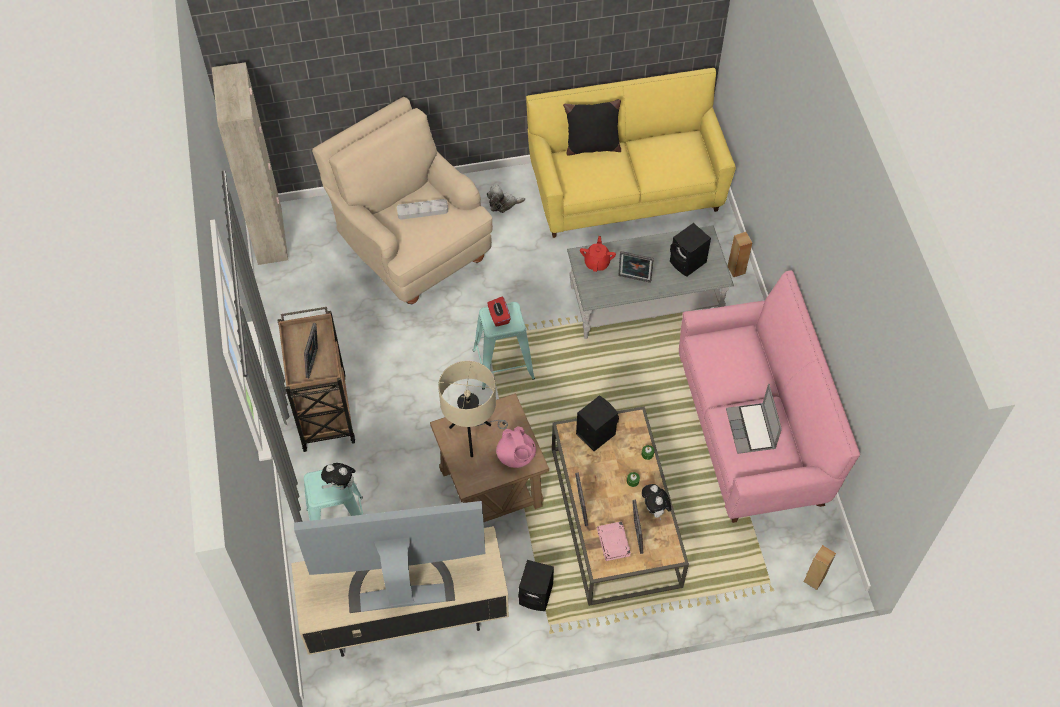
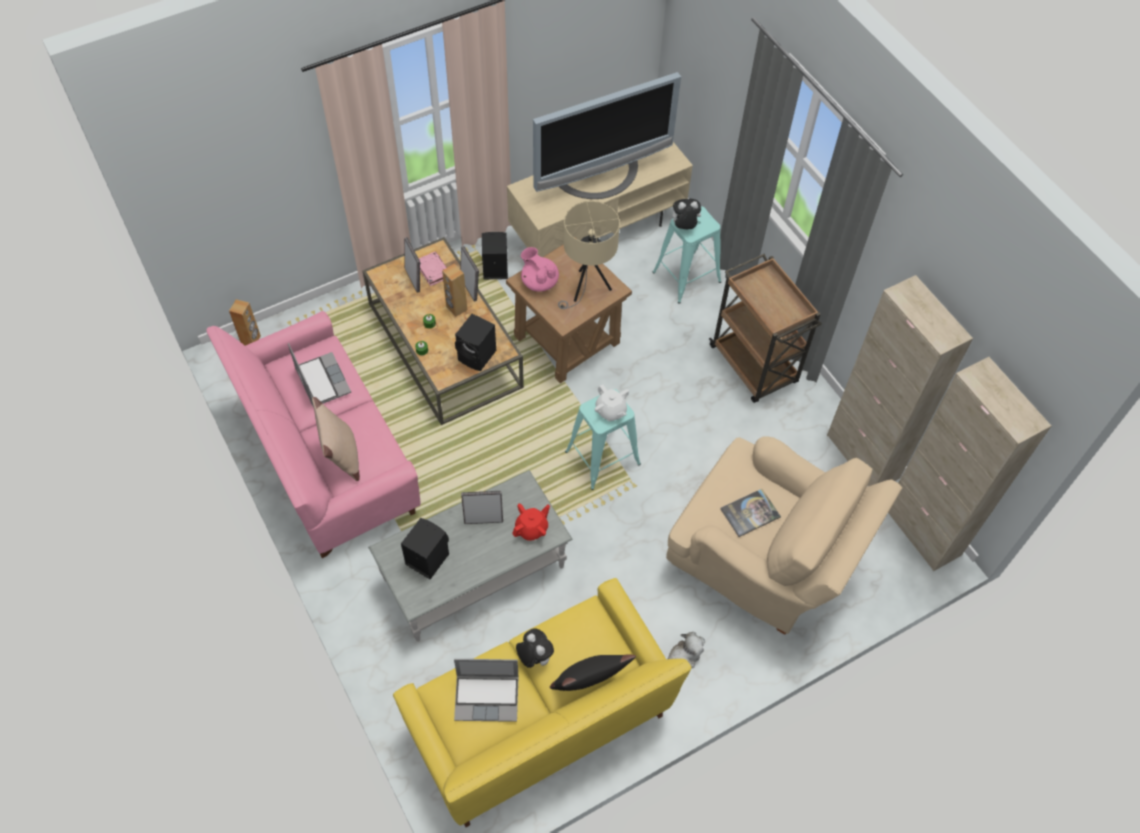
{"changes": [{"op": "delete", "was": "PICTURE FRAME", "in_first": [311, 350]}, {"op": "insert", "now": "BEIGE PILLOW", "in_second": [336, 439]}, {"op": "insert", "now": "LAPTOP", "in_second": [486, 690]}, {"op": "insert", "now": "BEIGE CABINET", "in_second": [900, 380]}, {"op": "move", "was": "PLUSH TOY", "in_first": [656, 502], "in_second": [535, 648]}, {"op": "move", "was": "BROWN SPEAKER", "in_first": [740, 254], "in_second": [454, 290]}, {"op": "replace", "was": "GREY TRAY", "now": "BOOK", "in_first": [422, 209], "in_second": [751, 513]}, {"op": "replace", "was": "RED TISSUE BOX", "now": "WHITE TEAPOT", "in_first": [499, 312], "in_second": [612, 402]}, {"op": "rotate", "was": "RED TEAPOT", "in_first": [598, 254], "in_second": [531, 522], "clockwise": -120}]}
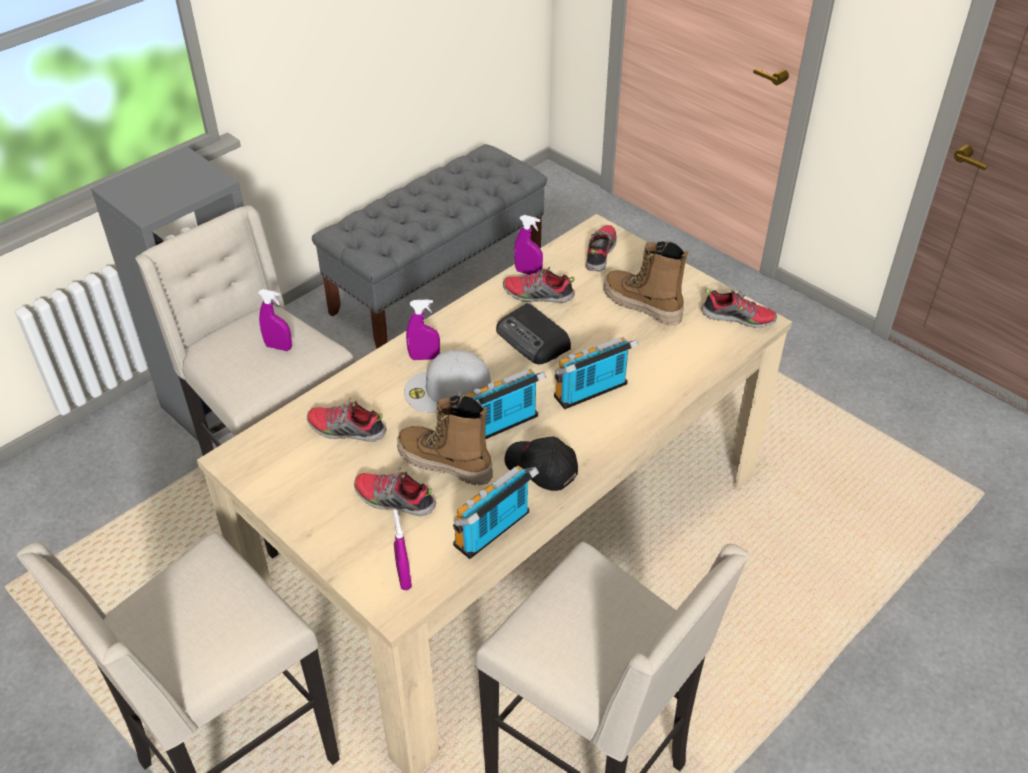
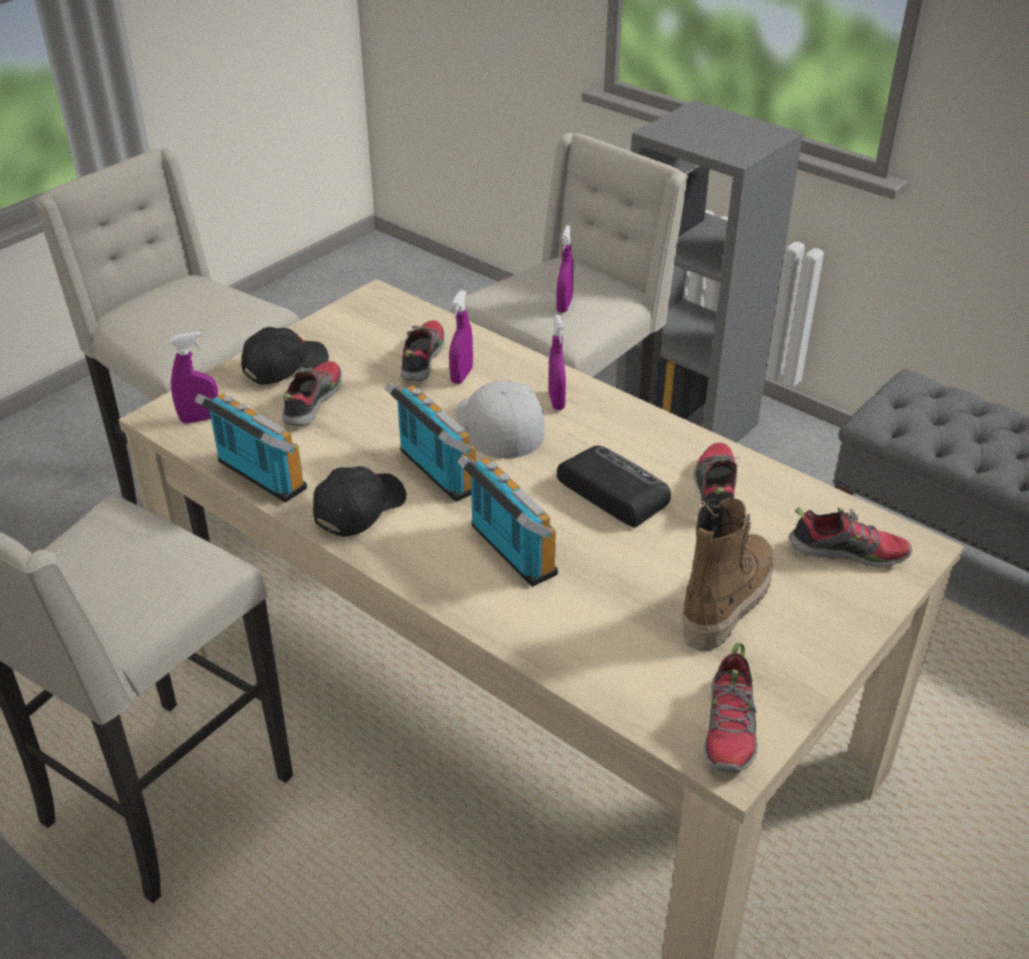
{"changes": [{"op": "delete", "was": "BOOT", "in_first": [445, 440]}, {"op": "insert", "now": "BLACK CAP", "in_second": [285, 356]}, {"op": "move", "was": "PURPLE SPRAY BOTTLE", "in_first": [528, 245], "in_second": [461, 337]}, {"op": "rotate", "was": "RADIO", "in_first": [533, 333], "in_second": [614, 487], "clockwise": 90}]}
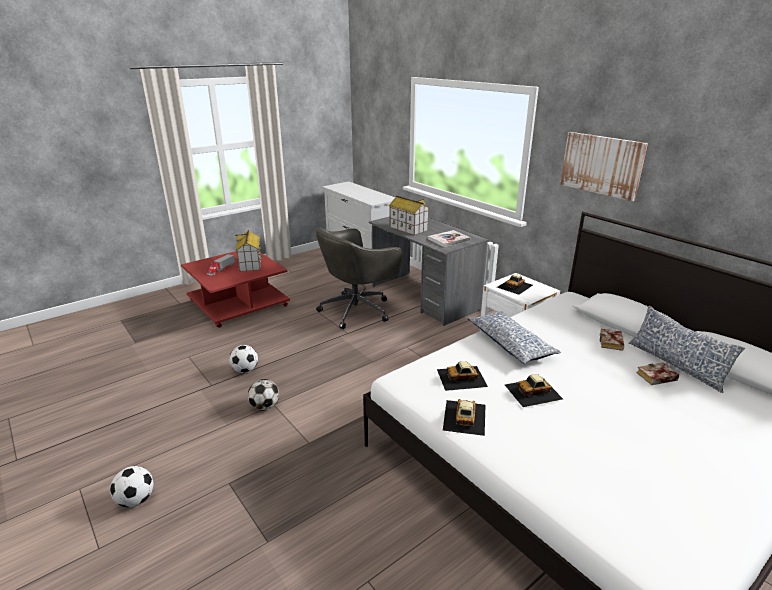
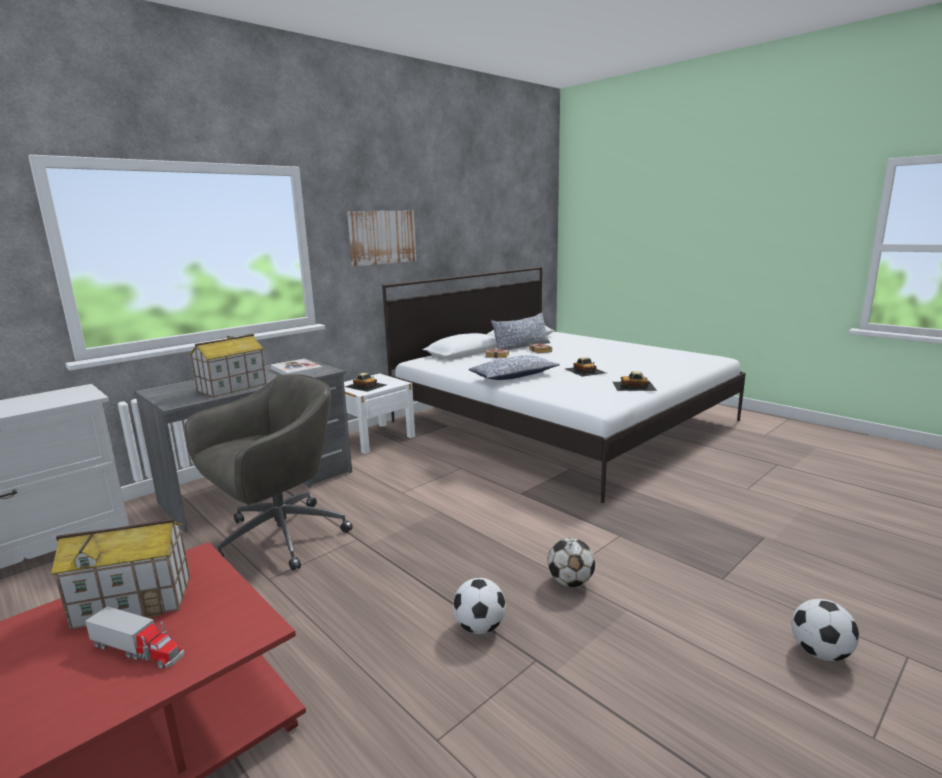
{"changes": [{"op": "delete", "was": "TOY CAR", "in_first": [462, 376]}, {"op": "rotate", "was": "GREY OFFICE CHAIR", "in_first": [359, 278], "in_second": [269, 472], "clockwise": -90}]}
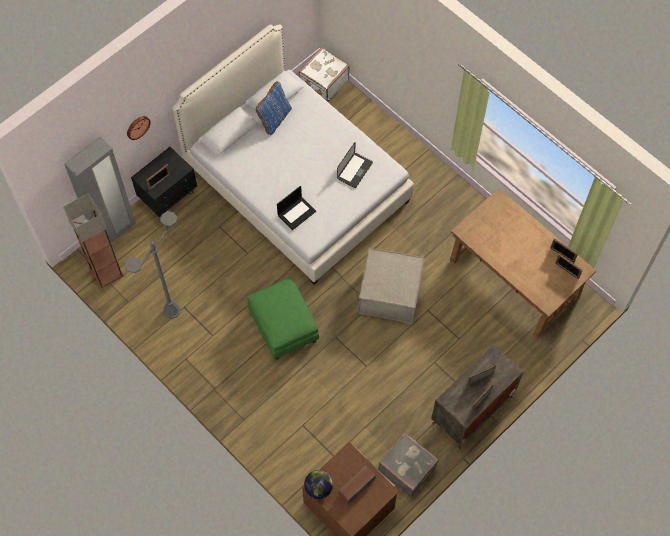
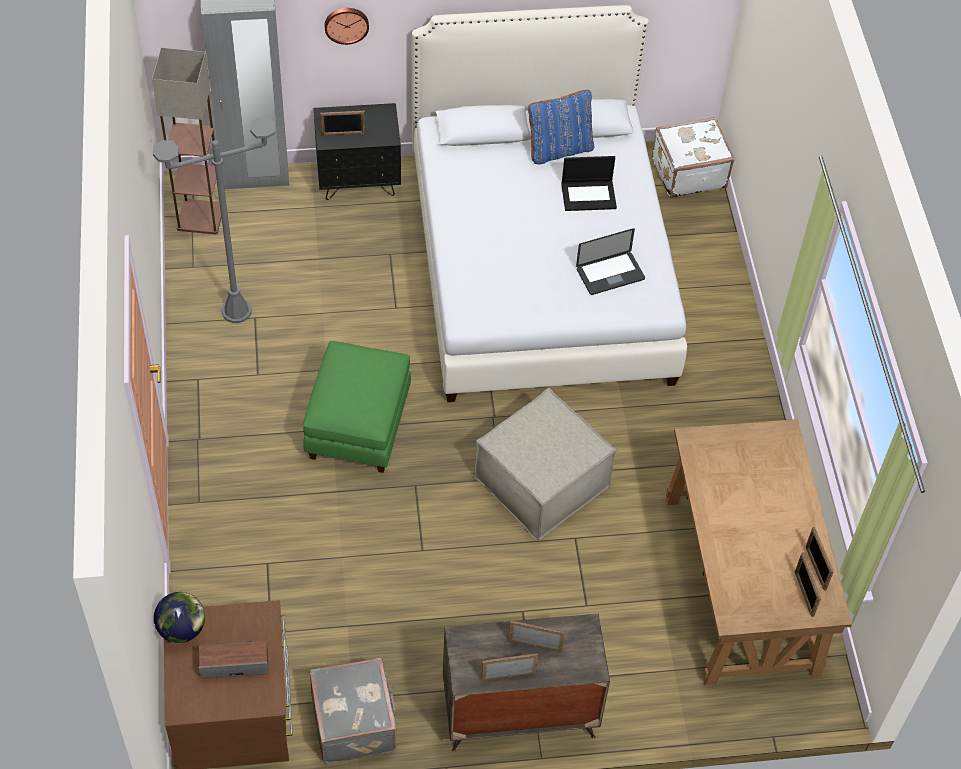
{"changes": [{"op": "move", "was": "LAPTOP", "in_first": [296, 208], "in_second": [589, 183]}]}
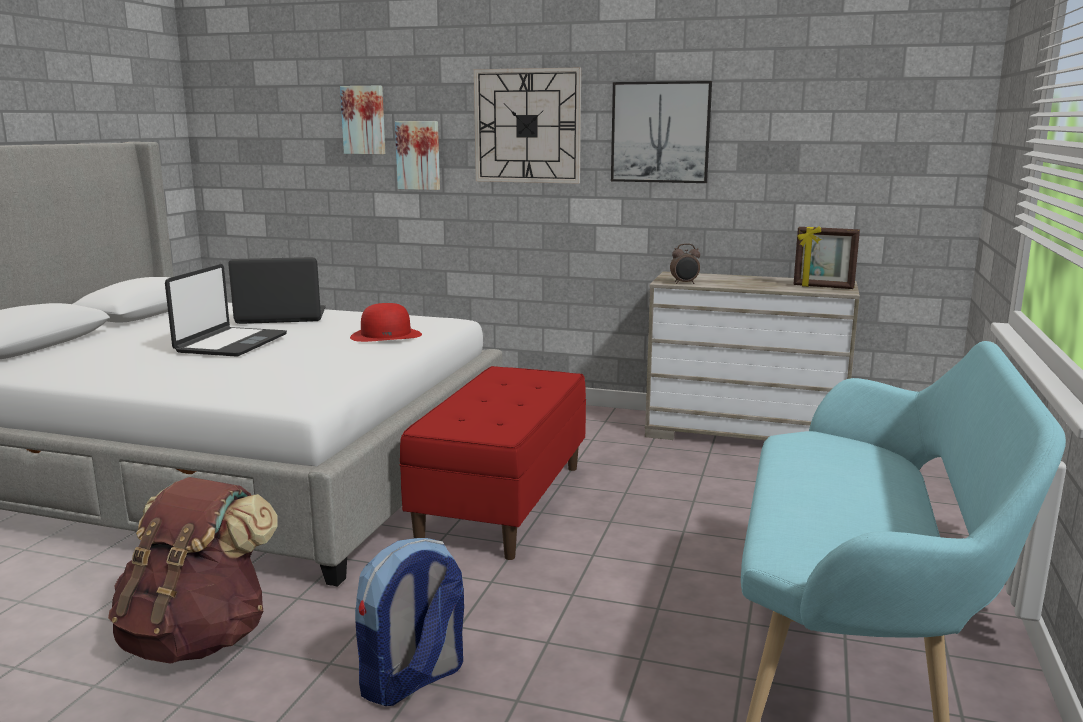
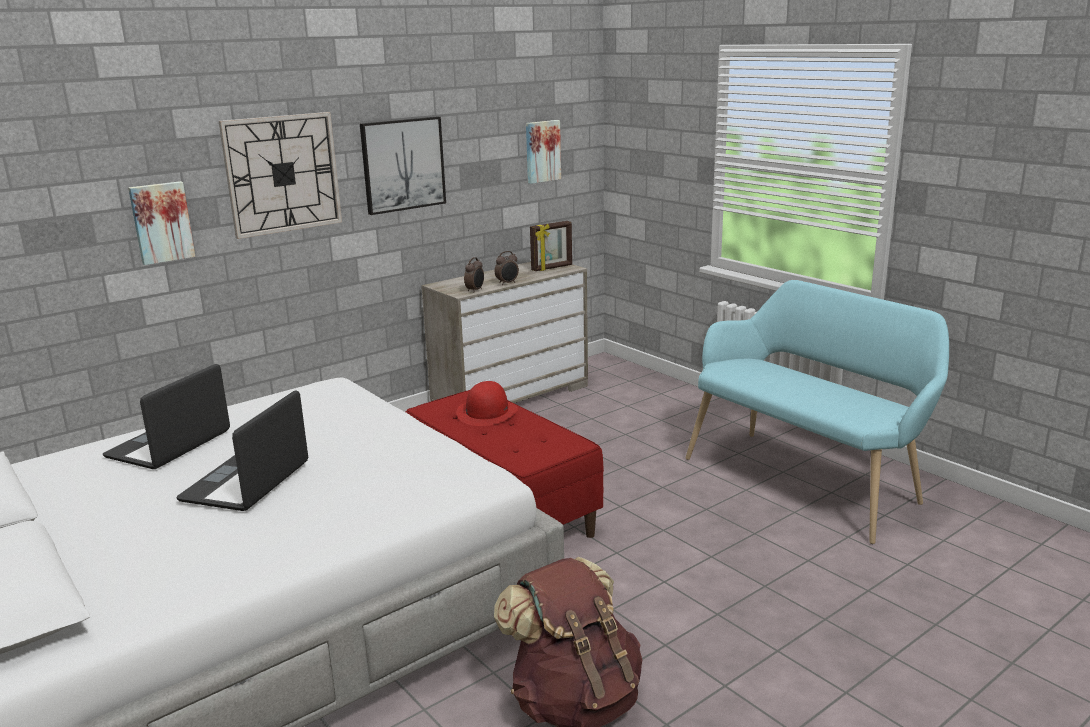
{"changes": [{"op": "delete", "was": "BACKPACK", "in_first": [409, 622]}, {"op": "insert", "now": "ALARM CLOCK", "in_second": [507, 268]}, {"op": "move", "was": "PICTURE", "in_first": [362, 120], "in_second": [543, 152]}, {"op": "move", "was": "RED HAT", "in_first": [386, 322], "in_second": [487, 403]}, {"op": "rotate", "was": "LAPTOP", "in_first": [226, 310], "in_second": [242, 451], "clockwise": -120}]}
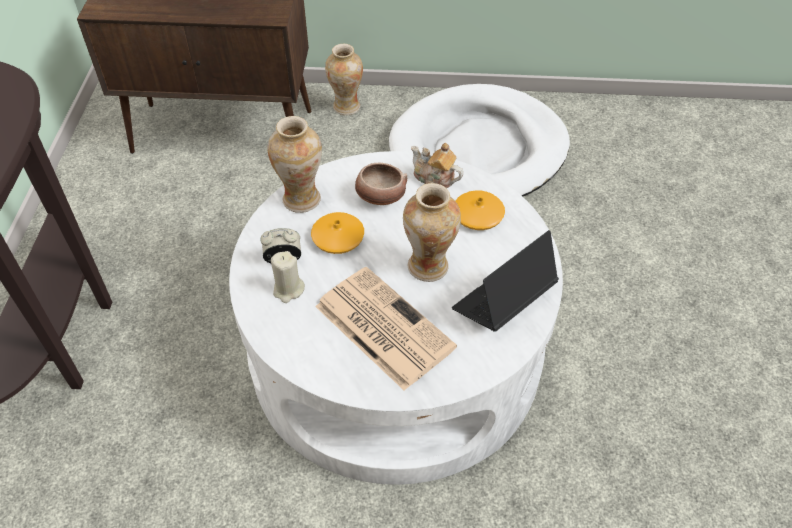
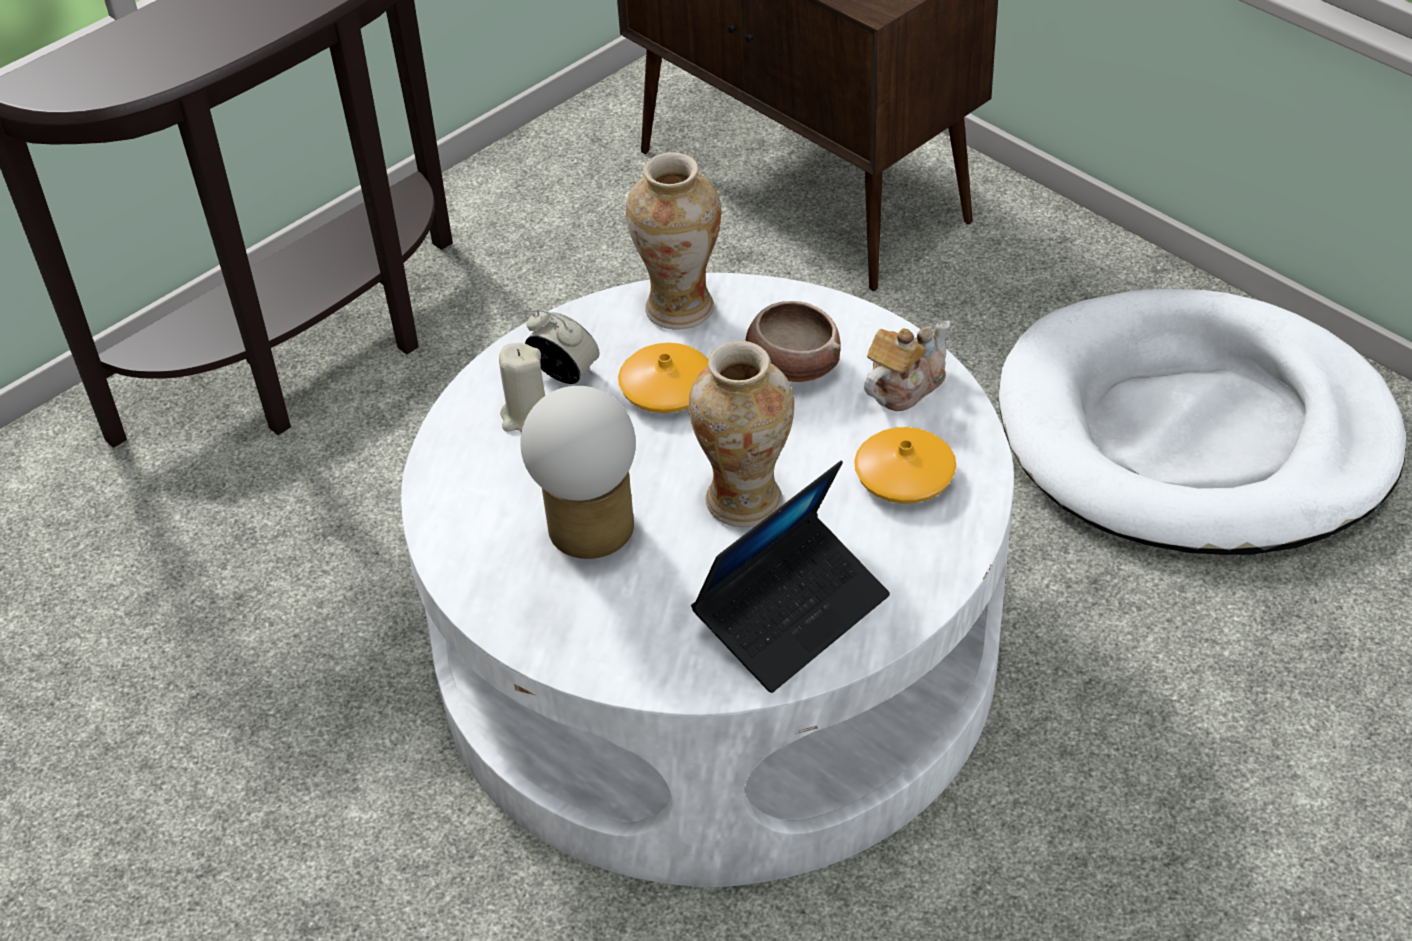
{"changes": [{"op": "delete", "was": "VASE", "in_first": [344, 79]}, {"op": "replace", "was": "NEWSPAPER", "now": "TABLE LAMP", "in_first": [386, 329], "in_second": [578, 472]}, {"op": "rotate", "was": "TEAPOT", "in_first": [437, 166], "in_second": [907, 365], "clockwise": 60}, {"op": "rotate", "was": "LAPTOP", "in_first": [505, 281], "in_second": [790, 577], "clockwise": 135}]}
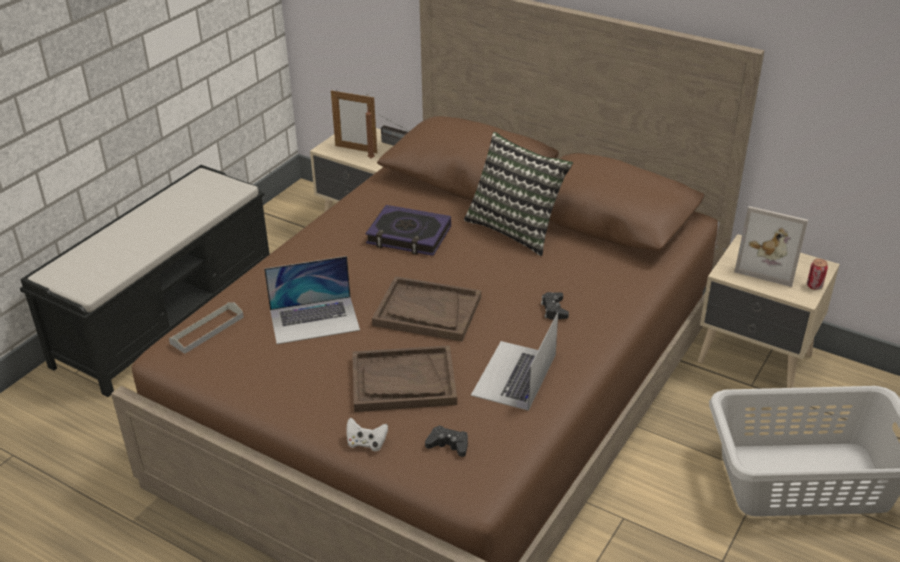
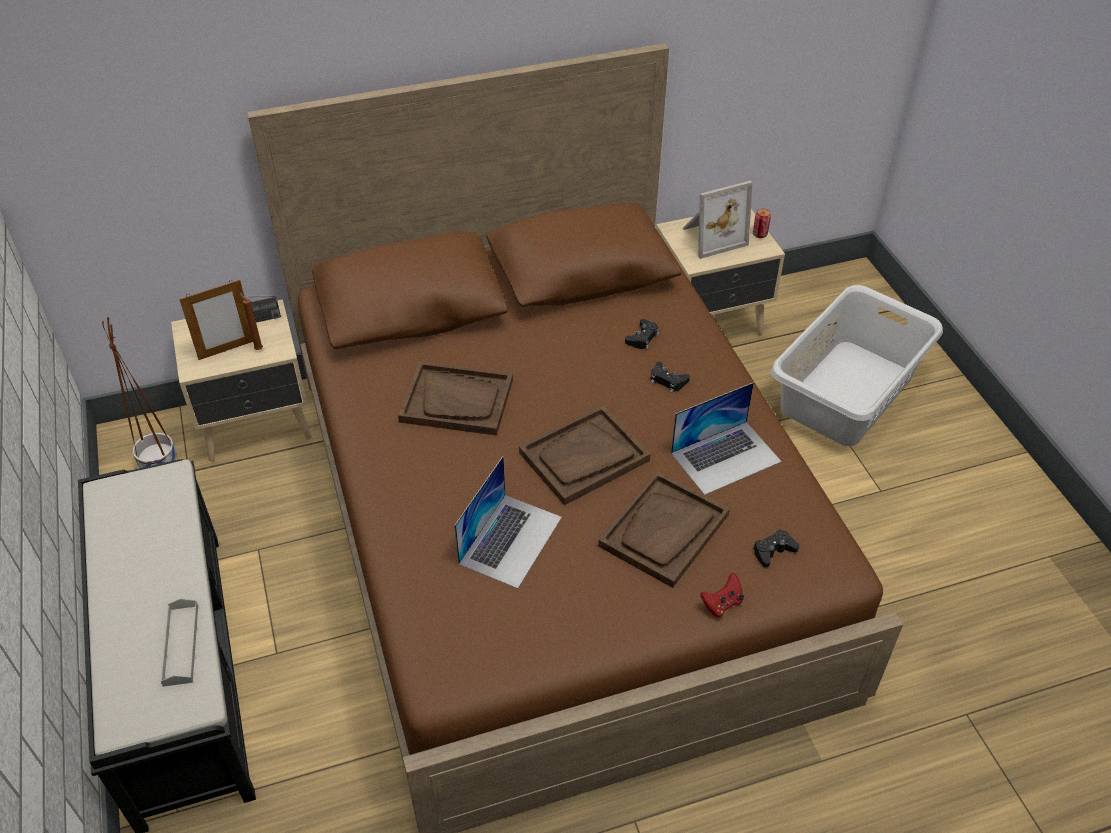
{"changes": [{"op": "delete", "was": "PILLOW", "in_first": [518, 194]}, {"op": "insert", "now": "BROWN PLANTER", "in_second": [139, 392]}, {"op": "insert", "now": "BLACK GAME CONTROLLER", "in_second": [642, 334]}, {"op": "move", "was": "GREY TRAY", "in_first": [206, 328], "in_second": [179, 642]}, {"op": "replace", "was": "BOOK", "now": "BROWN TRAY", "in_first": [408, 230], "in_second": [455, 399]}, {"op": "recolor", "was": "WHITE GAME CONTROLLER", "now": "RED GAME CONTROLLER", "in_first": [367, 434], "in_second": [722, 595]}, {"op": "rotate", "was": "LAPTOP", "in_first": [514, 361], "in_second": [726, 438], "clockwise": -90}]}
